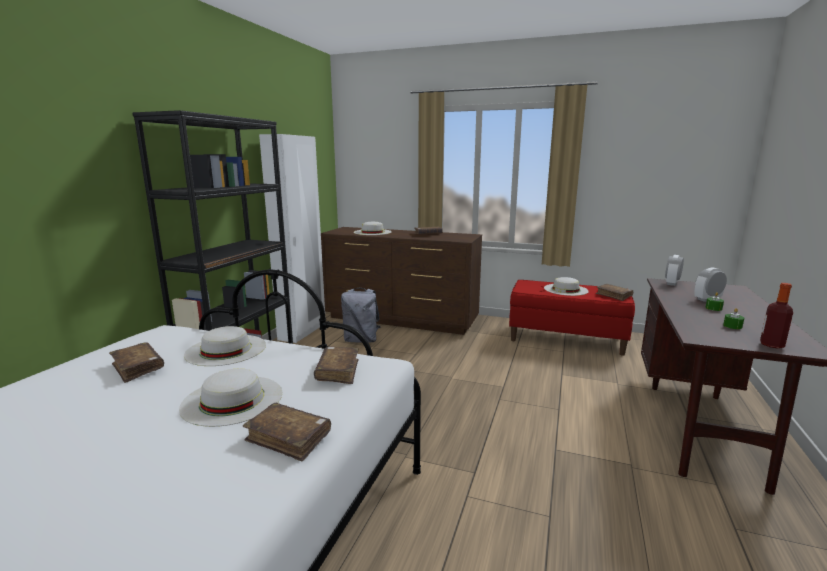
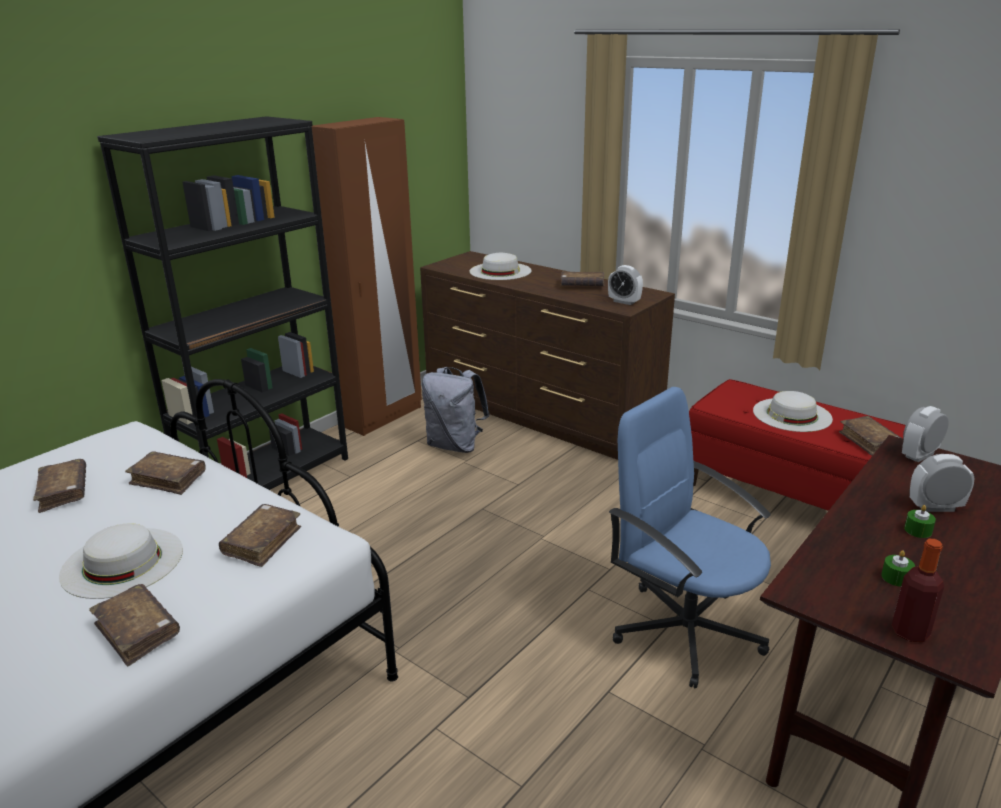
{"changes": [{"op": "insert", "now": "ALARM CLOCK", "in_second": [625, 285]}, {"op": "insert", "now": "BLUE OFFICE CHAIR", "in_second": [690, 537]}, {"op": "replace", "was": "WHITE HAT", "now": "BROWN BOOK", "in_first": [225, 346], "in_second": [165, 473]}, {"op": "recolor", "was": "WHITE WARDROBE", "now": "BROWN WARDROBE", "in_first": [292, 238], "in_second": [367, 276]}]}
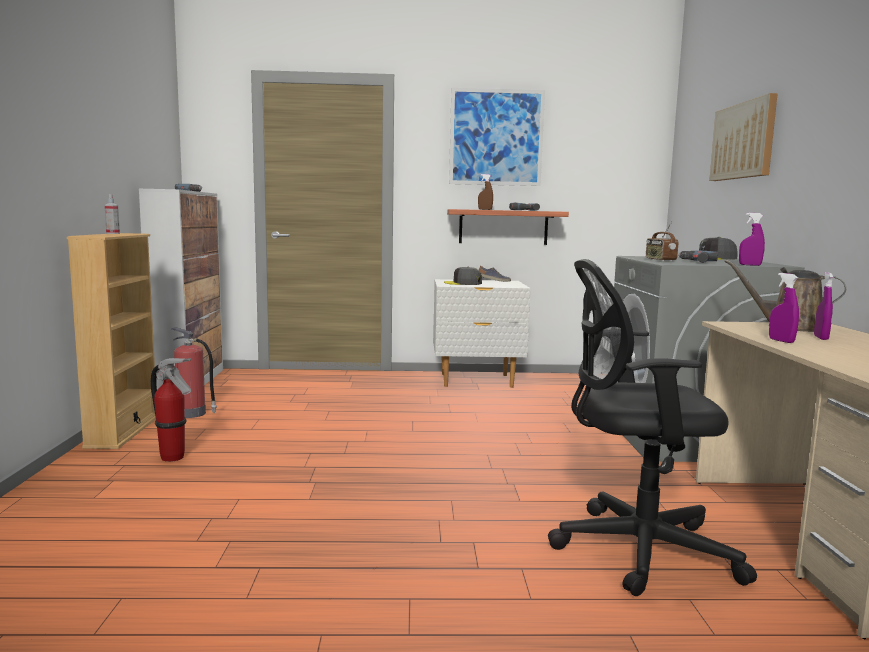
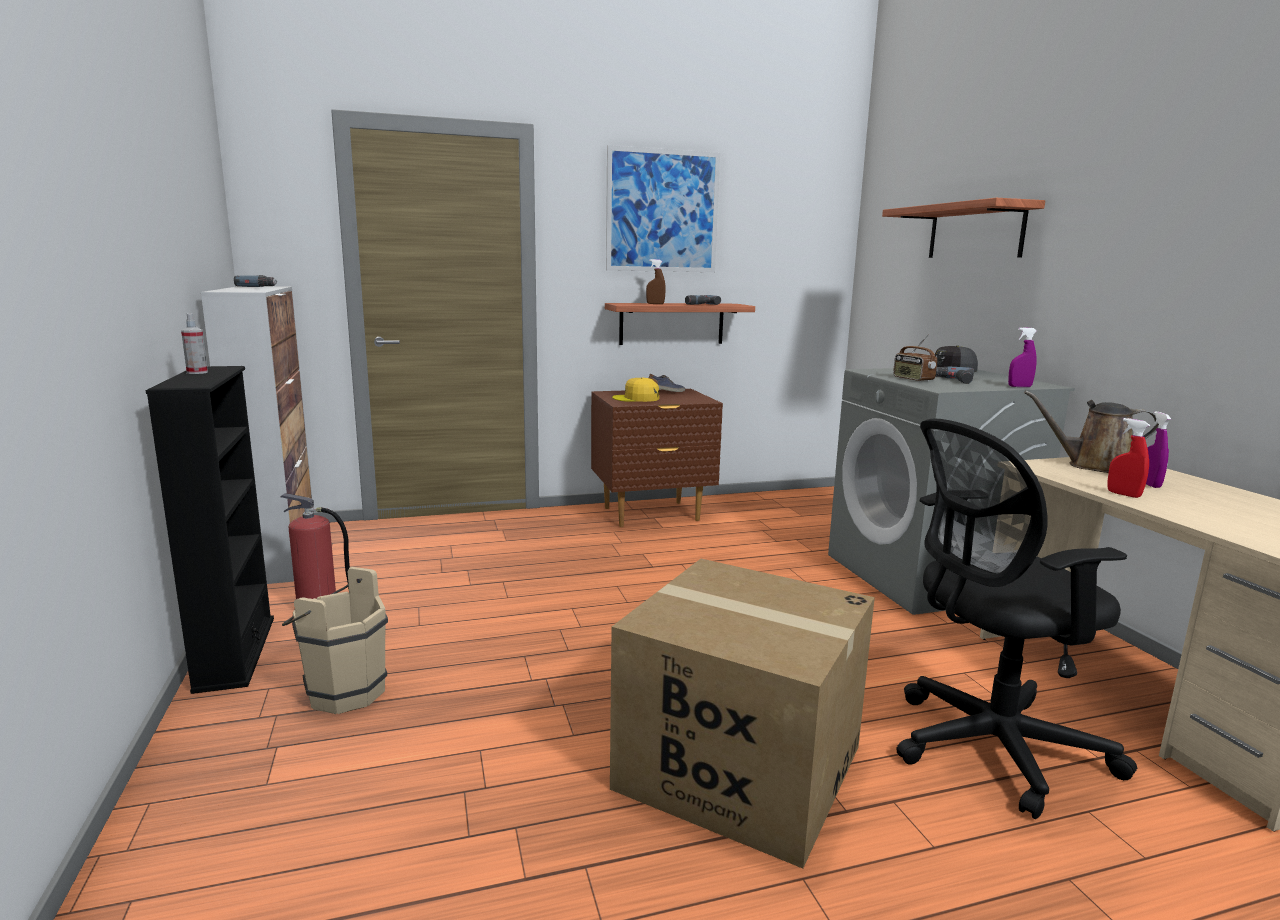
{"changes": [{"op": "insert", "now": "CARDBOARD BOX", "in_second": [742, 713]}, {"op": "replace", "was": "FIRE EXTINGUISHER", "now": "BEIGE BUCKET", "in_first": [171, 410], "in_second": [335, 640]}, {"op": "replace", "was": "PICTURE", "now": "SHELF", "in_first": [743, 137], "in_second": [963, 228]}, {"op": "recolor", "was": "BEIGE BOOKCASE", "now": "BLACK BOOKCASE", "in_first": [111, 341], "in_second": [210, 530]}, {"op": "recolor", "was": "WHITE NIGHTSTAND", "now": "BROWN NIGHTSTAND", "in_first": [482, 333], "in_second": [657, 458]}, {"op": "recolor", "was": "GREY CAP", "now": "YELLOW CAP", "in_first": [463, 275], "in_second": [635, 389]}, {"op": "recolor", "was": "PURPLE SPRAY BOTTLE", "now": "RED SPRAY BOTTLE", "in_first": [784, 308], "in_second": [1128, 458]}]}
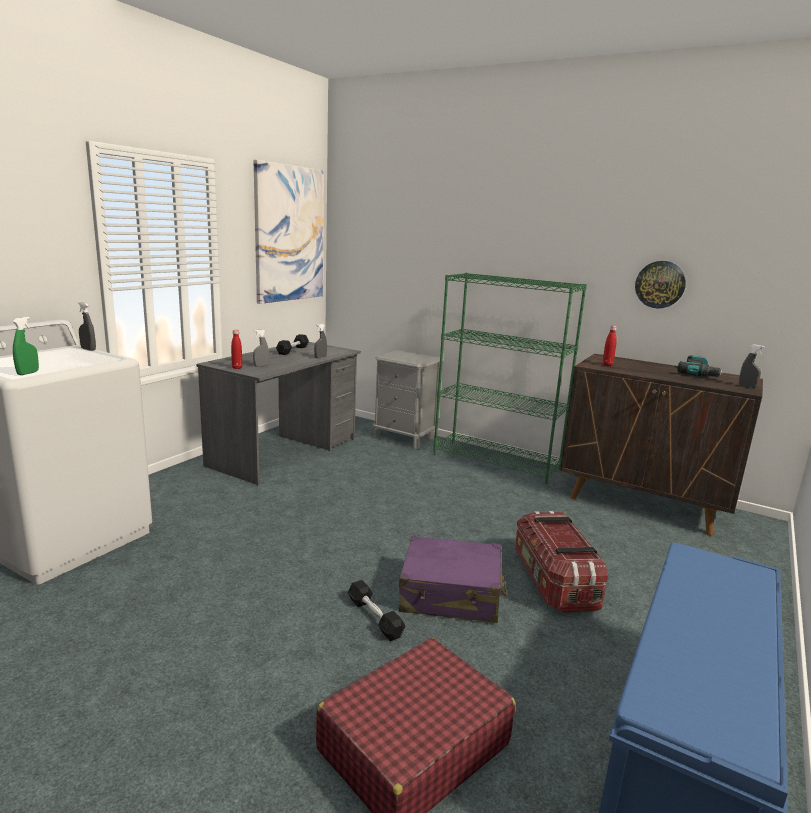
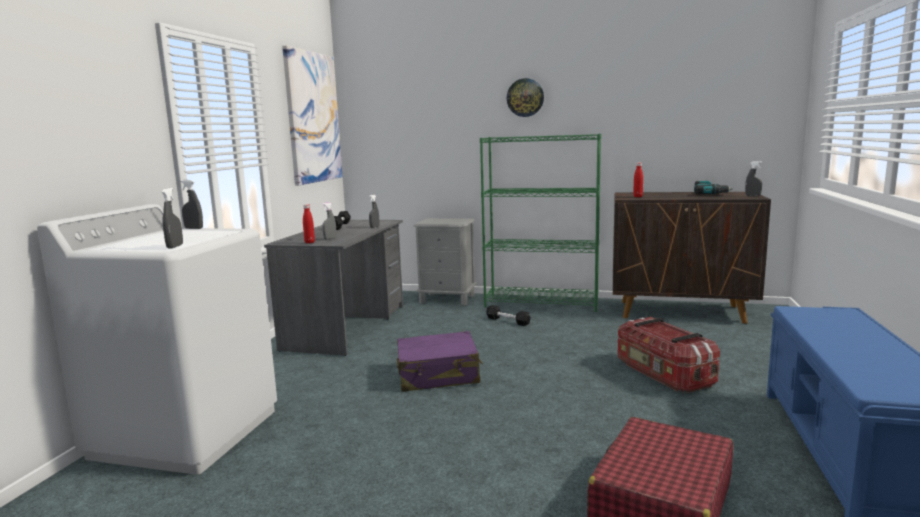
{"changes": [{"op": "move", "was": "BLACK DUMBBELL", "in_first": [377, 610], "in_second": [508, 315]}, {"op": "move", "was": "PURPLE SUITCASE", "in_first": [453, 579], "in_second": [440, 361]}, {"op": "move", "was": "WALL CLOCK", "in_first": [660, 285], "in_second": [525, 97]}, {"op": "recolor", "was": "GREEN SPRAY BOTTLE", "now": "GREY SPRAY BOTTLE", "in_first": [25, 346], "in_second": [172, 218]}]}
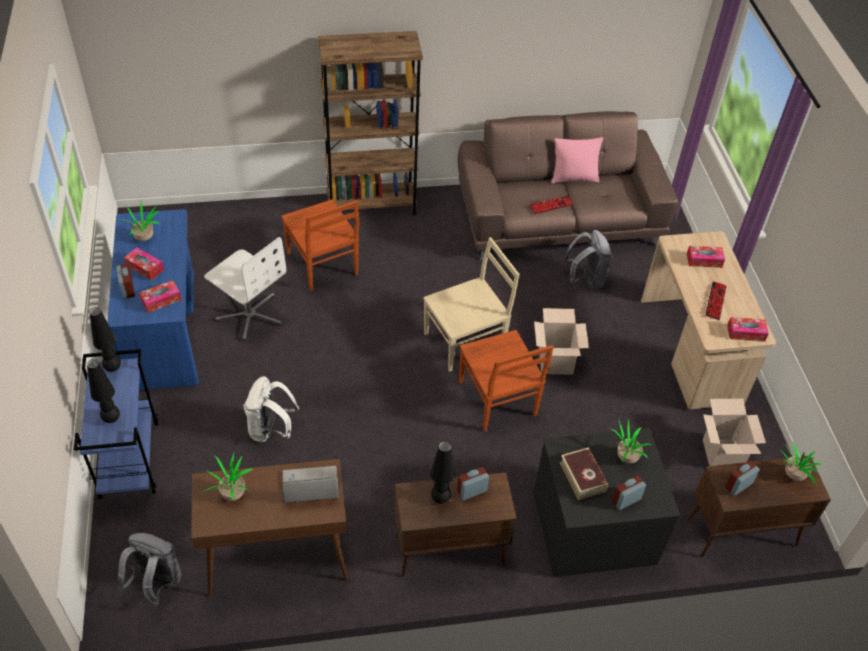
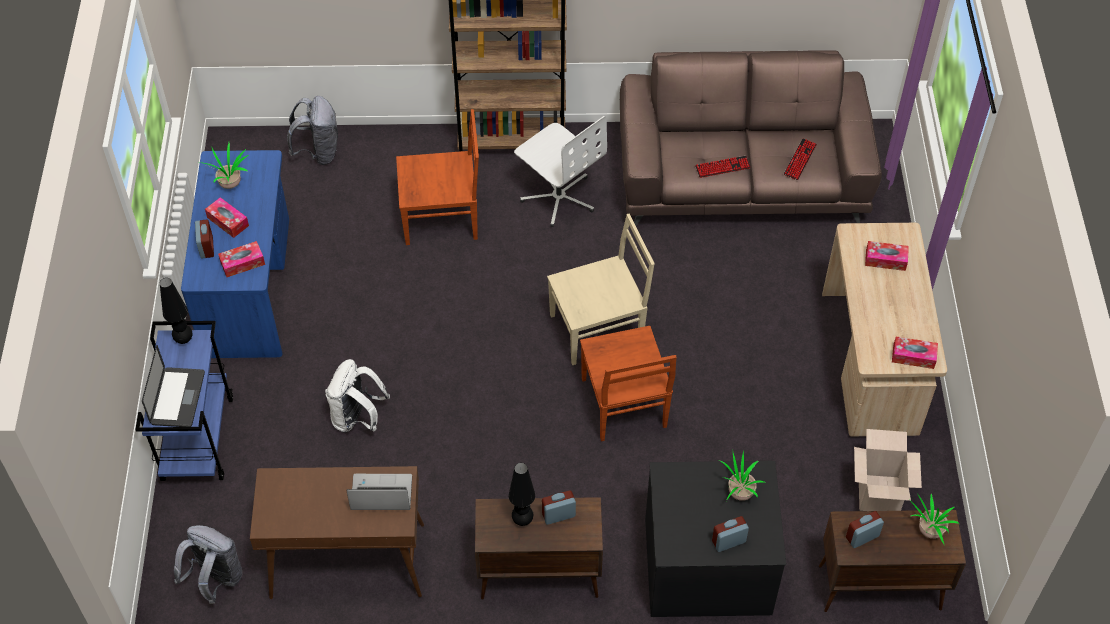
{"changes": [{"op": "delete", "was": "POTTED PLANT", "in_first": [228, 477]}, {"op": "delete", "was": "CARDBOARD BOX", "in_first": [561, 341]}, {"op": "delete", "was": "PINK PILLOW", "in_first": [577, 160]}, {"op": "delete", "was": "BOOK", "in_first": [584, 473]}, {"op": "move", "was": "WHITE OFFICE CHAIR", "in_first": [245, 289], "in_second": [560, 171]}, {"op": "move", "was": "GREY BACKPACK", "in_first": [588, 260], "in_second": [312, 130]}, {"op": "move", "was": "KEYBOARD", "in_first": [715, 300], "in_second": [800, 159]}, {"op": "replace", "was": "BLACK TABLE LAMP", "now": "LAPTOP", "in_first": [103, 391], "in_second": [173, 386]}, {"op": "rotate", "was": "BROWN CHAIR", "in_first": [320, 245], "in_second": [437, 177], "clockwise": -75}]}
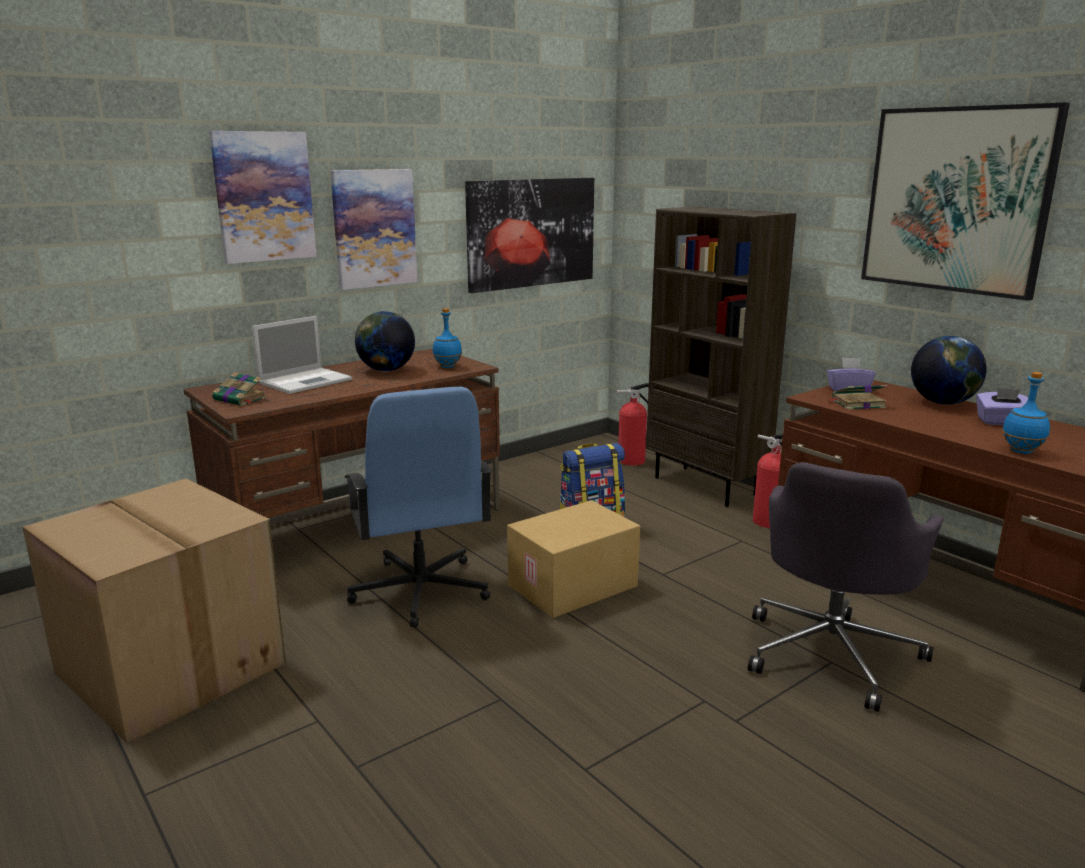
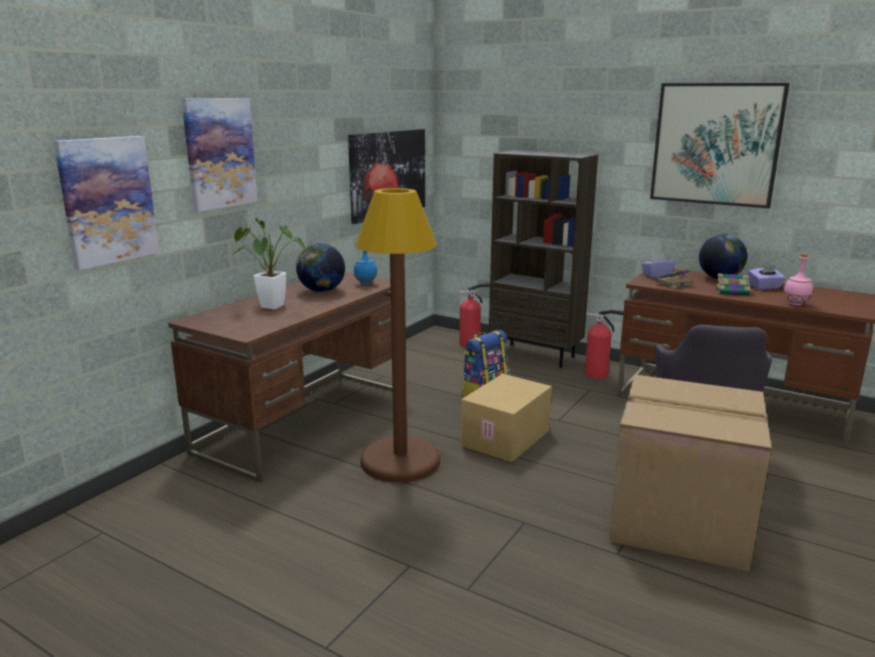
{"changes": [{"op": "move", "was": "CARDBOARD BOX", "in_first": [154, 610], "in_second": [690, 473]}, {"op": "move", "was": "BOOK", "in_first": [239, 389], "in_second": [735, 284]}, {"op": "move", "was": "PICTURE", "in_first": [373, 229], "in_second": [106, 203]}, {"op": "replace", "was": "LAPTOP", "now": "POTTED PLANT", "in_first": [302, 355], "in_second": [269, 263]}, {"op": "replace", "was": "BLUE OFFICE CHAIR", "now": "BROWN FLOOR LAMP", "in_first": [418, 507], "in_second": [397, 335]}, {"op": "recolor", "was": "BLUE BOTTLE", "now": "PINK BOTTLE", "in_first": [1026, 413], "in_second": [798, 279]}]}
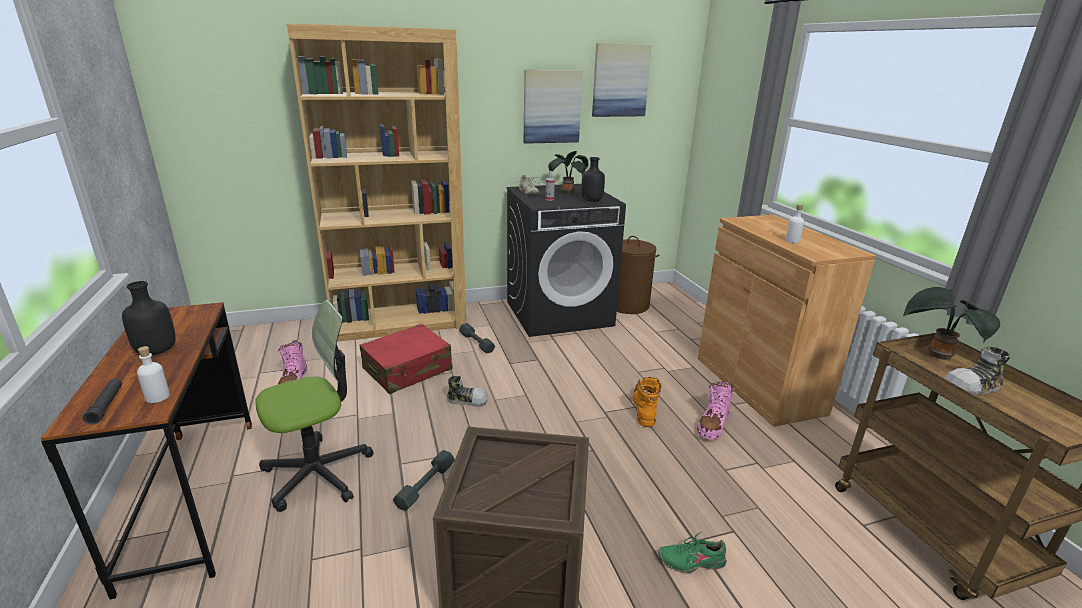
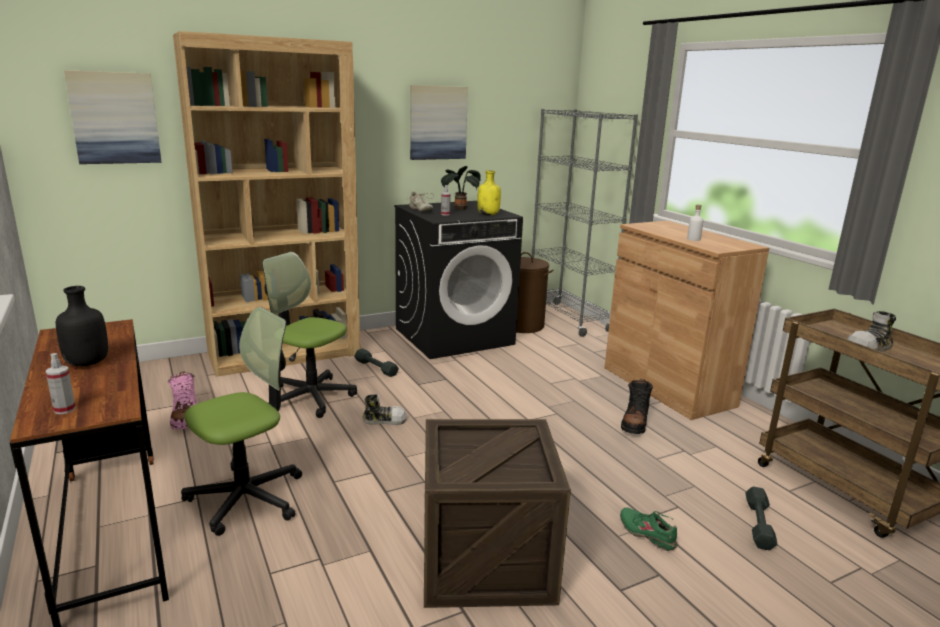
{"changes": [{"op": "delete", "was": "WHITE BOTTLE", "in_first": [153, 374]}, {"op": "delete", "was": "ORANGE BOOT", "in_first": [647, 402]}, {"op": "delete", "was": "POTTED PLANT", "in_first": [951, 324]}, {"op": "insert", "now": "GREY BOOKCASE", "in_second": [585, 223]}, {"op": "move", "was": "GREY DUMBBELL", "in_first": [424, 480], "in_second": [761, 518]}, {"op": "move", "was": "PICTURE", "in_first": [622, 80], "in_second": [113, 117]}, {"op": "replace", "was": "BLACK FLASHLIGHT", "now": "SPRAY BOTTLE", "in_first": [102, 402], "in_second": [61, 383]}, {"op": "replace", "was": "RED SUITCASE", "now": "OFFICE CHAIR", "in_first": [406, 359], "in_second": [309, 335]}, {"op": "recolor", "was": "BLACK BOTTLE", "now": "YELLOW BOTTLE", "in_first": [593, 179], "in_second": [489, 192]}, {"op": "recolor", "was": "PINK BOOT", "now": "BLACK BOOT", "in_first": [715, 410], "in_second": [637, 406]}, {"op": "rotate", "was": "GREEN SHOE", "in_first": [692, 552], "in_second": [648, 529], "clockwise": 60}]}
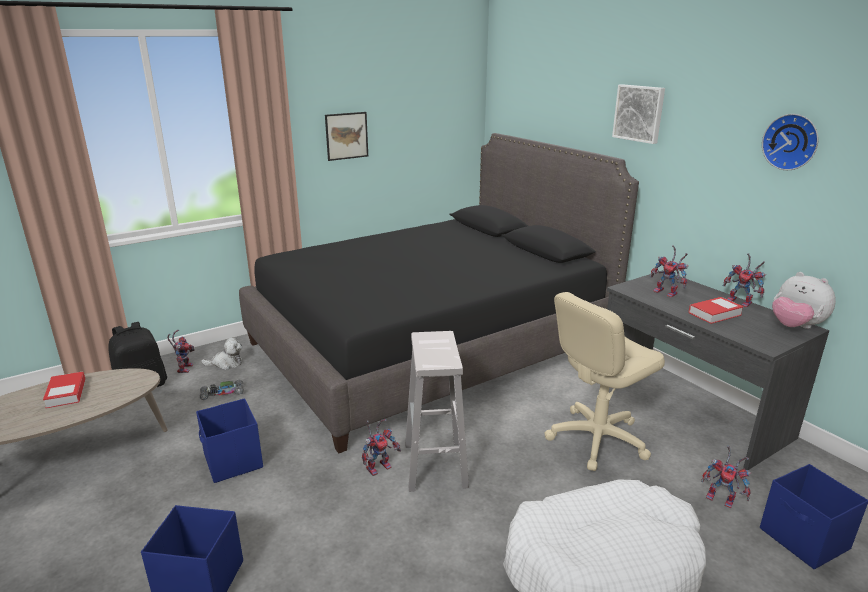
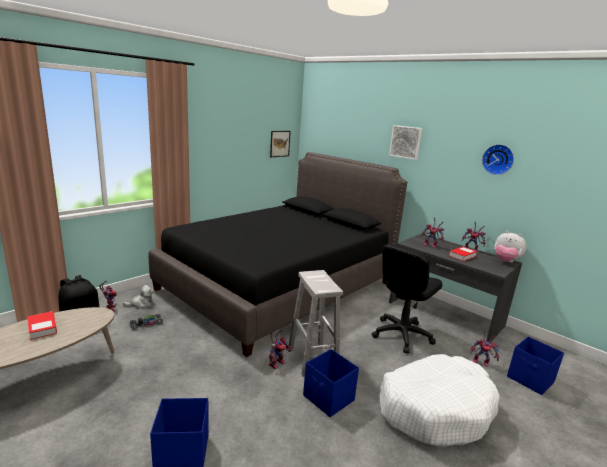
{"changes": [{"op": "move", "was": "BLUE STORAGE BOX", "in_first": [229, 440], "in_second": [331, 383]}, {"op": "move", "was": "PICTURE", "in_first": [346, 136], "in_second": [280, 144]}, {"op": "recolor", "was": "BEIGE OFFICE CHAIR", "now": "BLACK OFFICE CHAIR", "in_first": [604, 381], "in_second": [407, 298]}]}
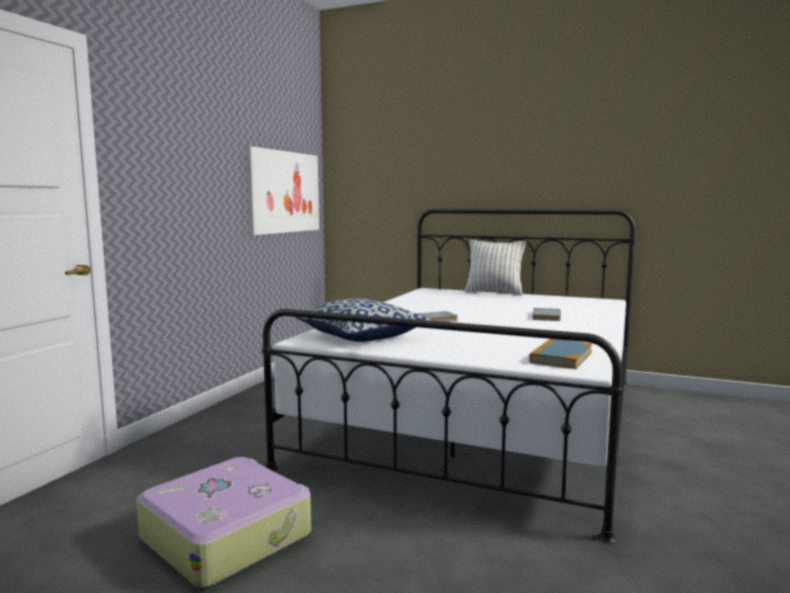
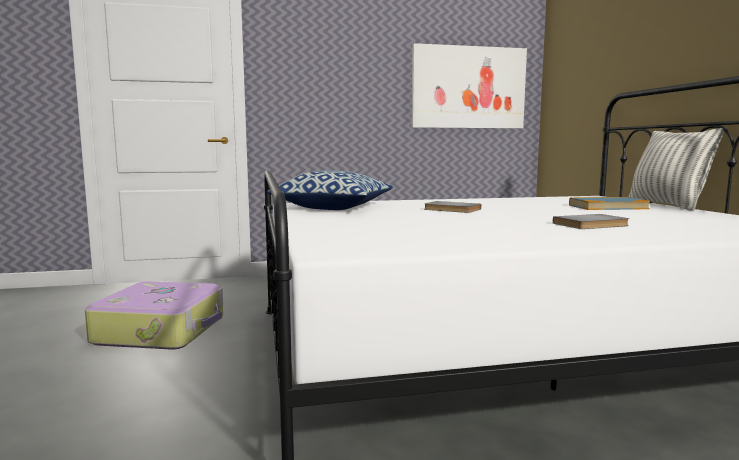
{"changes": [{"op": "move", "was": "BOOK", "in_first": [561, 354], "in_second": [609, 203]}]}
